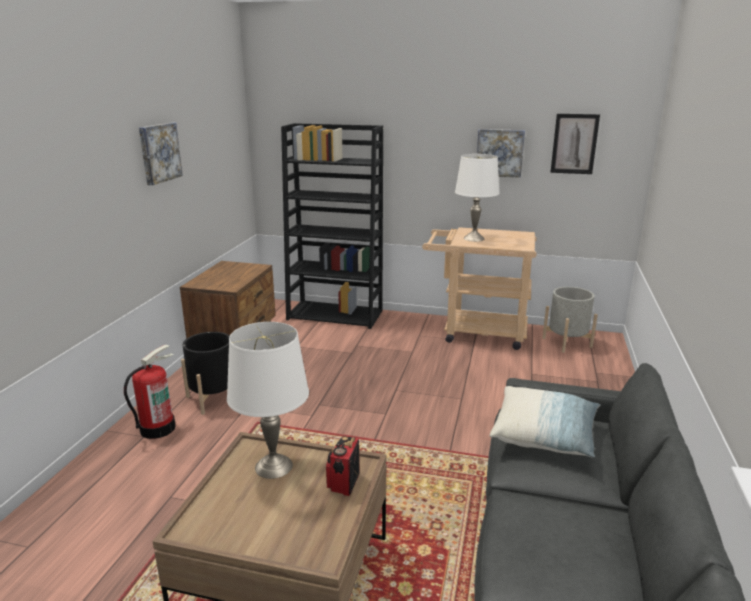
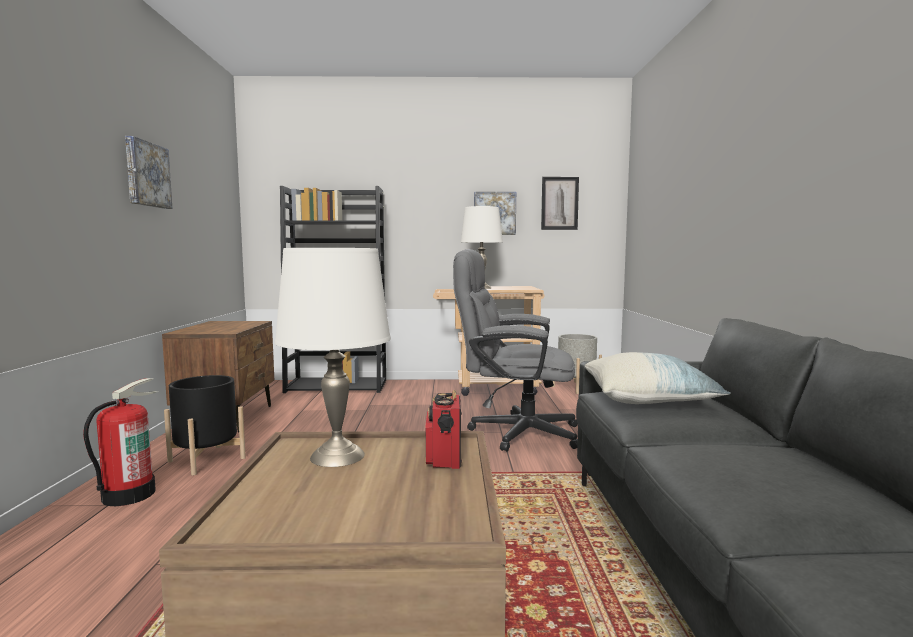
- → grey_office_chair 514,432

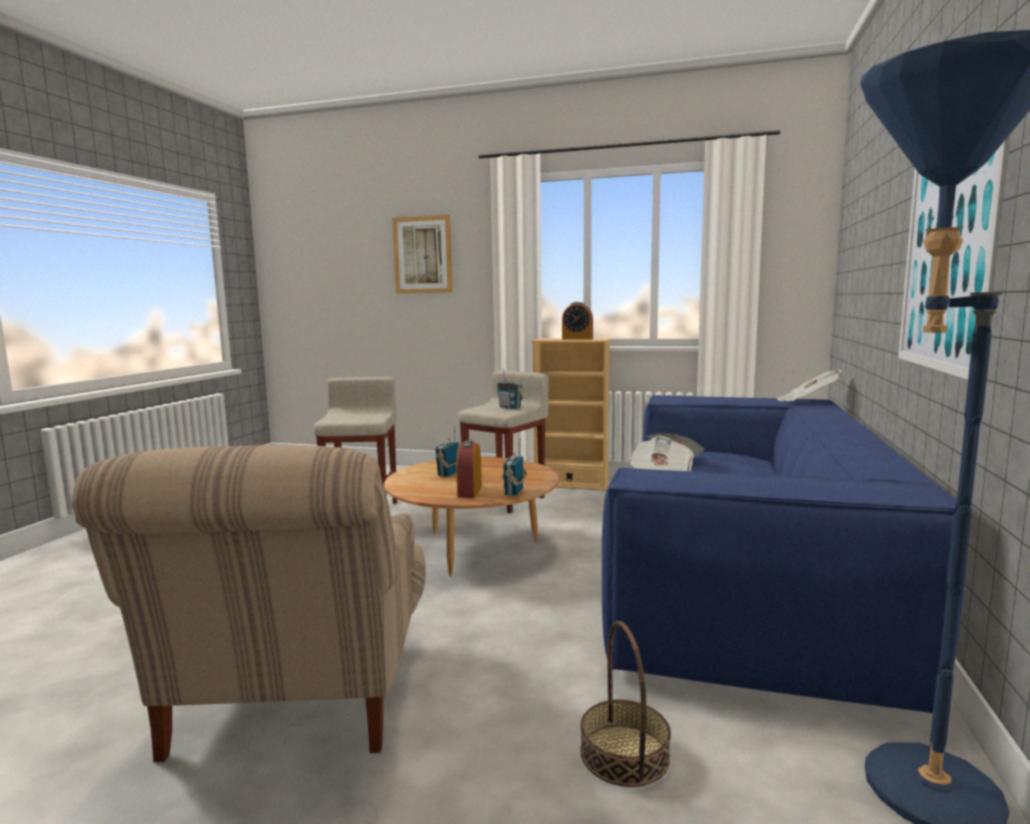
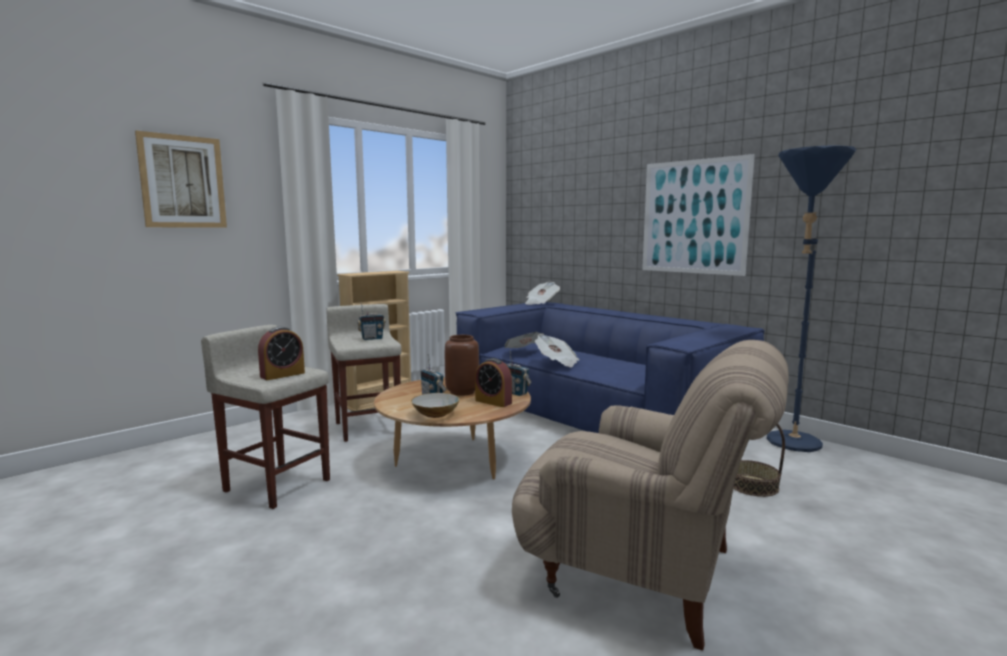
alarm_clock 577,339 → alarm_clock 282,375, moved
- → brown_vase 461,392
- → bowl 435,414

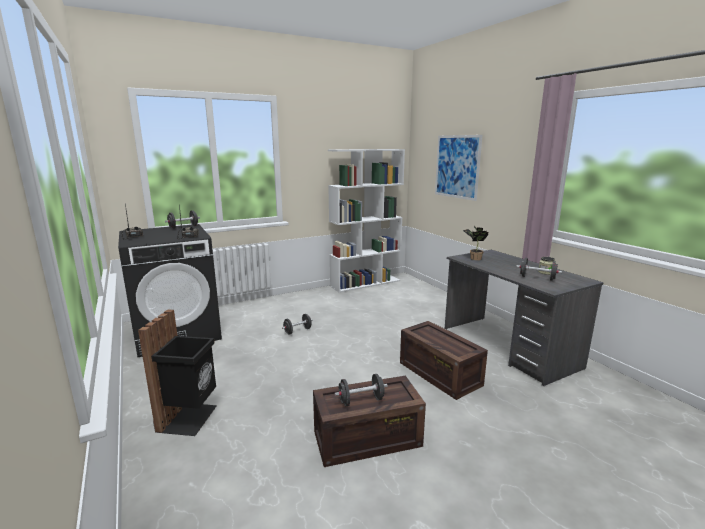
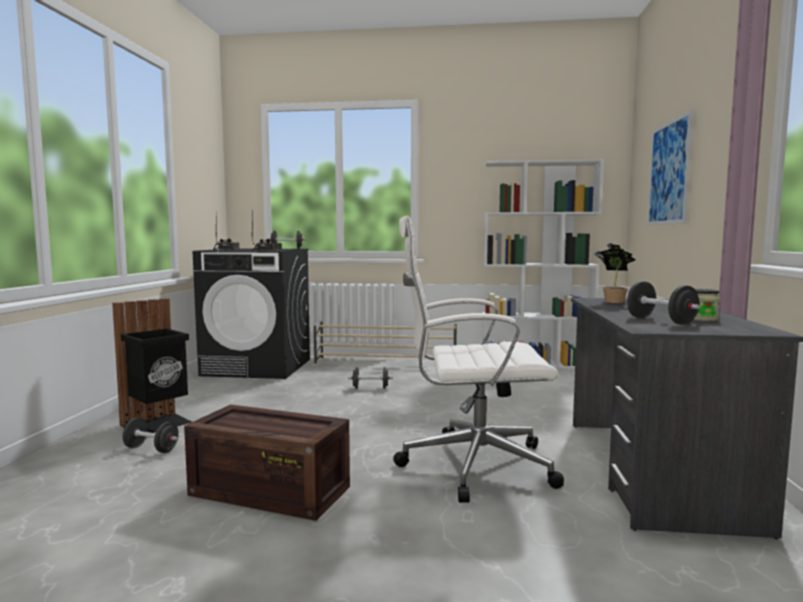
crate 438,373 → white_office_chair 472,465
black_dumbbell 361,400 → black_dumbbell 151,449, moved
- → beige_shoe_rack 386,364

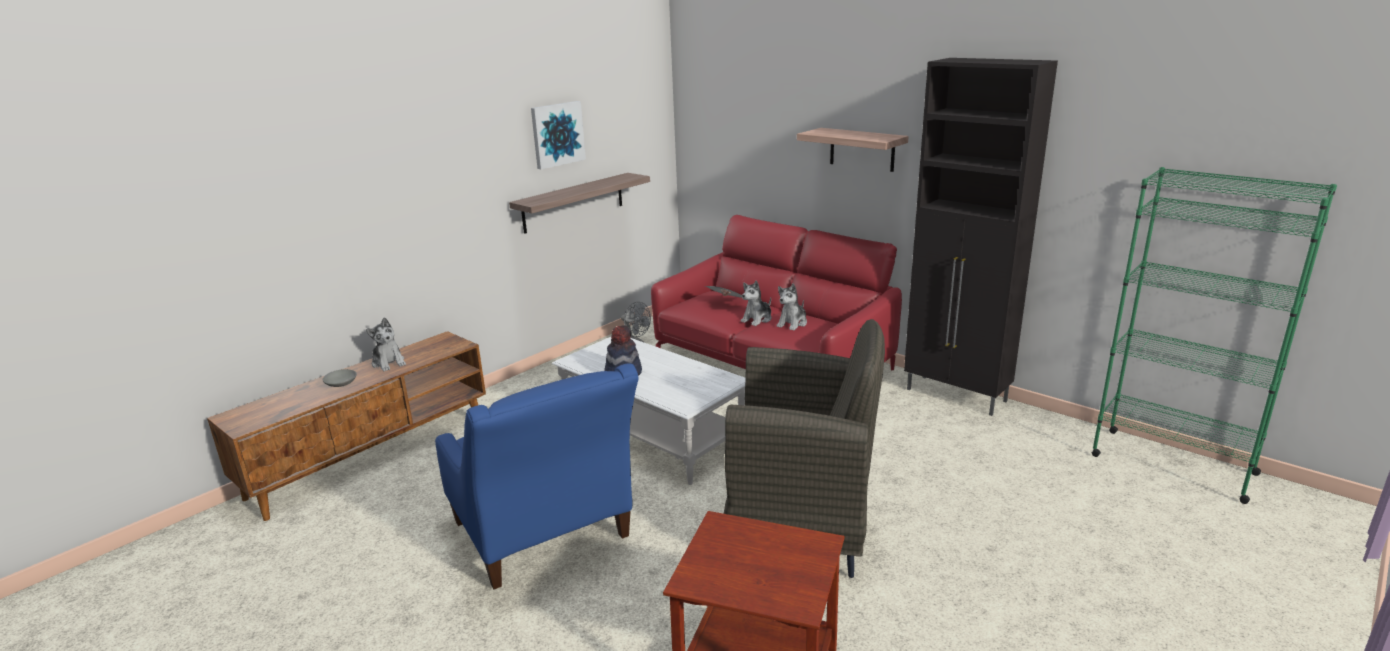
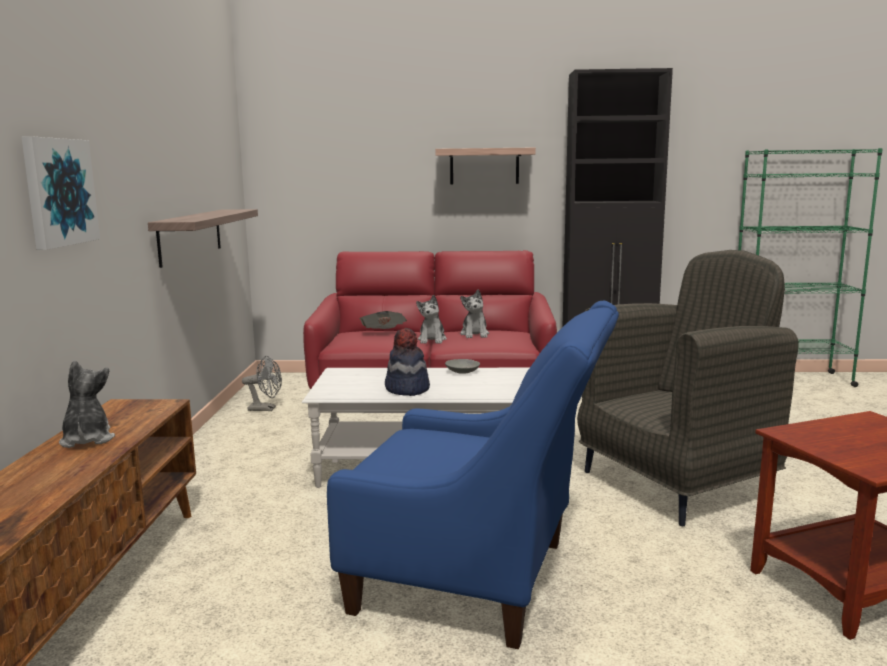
picture 557,134 → picture 59,192, moved
plush_toy 389,363 → plush_toy 87,439, 120 degrees counterclockwise
grey_bowl 341,383 → grey_bowl 463,371, moved

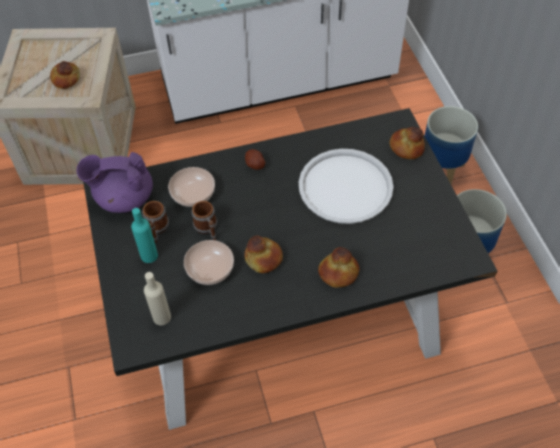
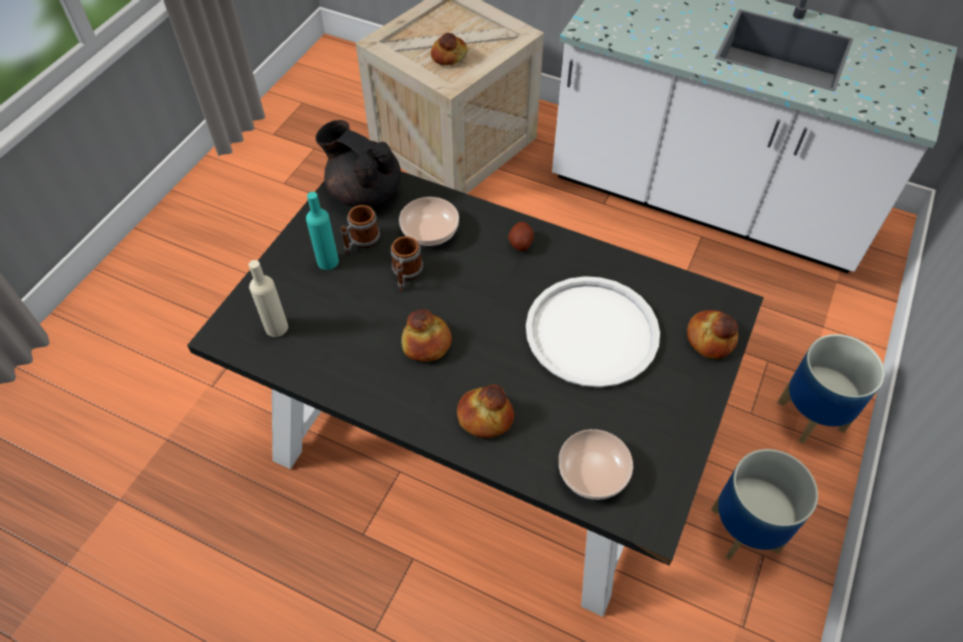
purple_teapot 123,198 → black_teapot 364,191
bowl 209,268 → bowl 593,471, moved

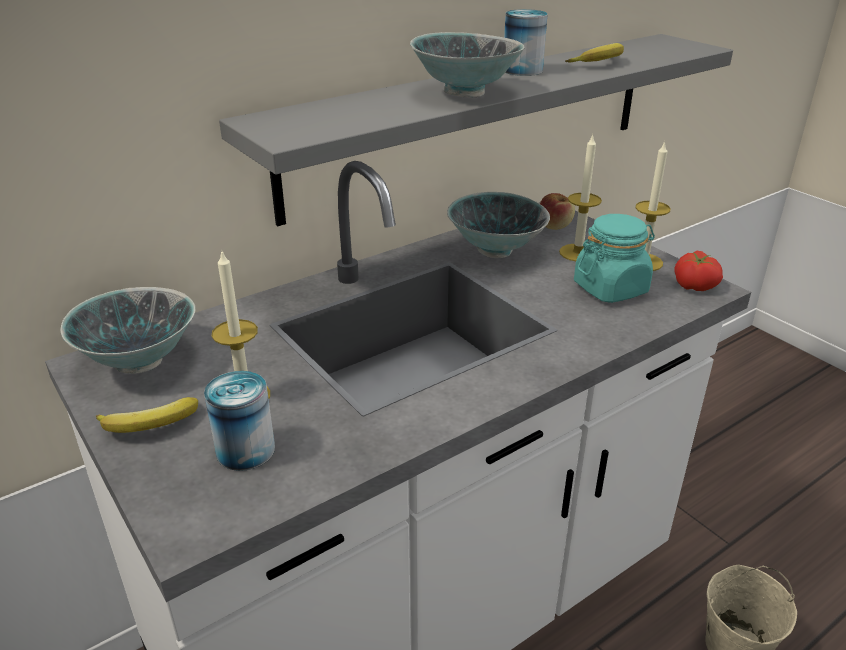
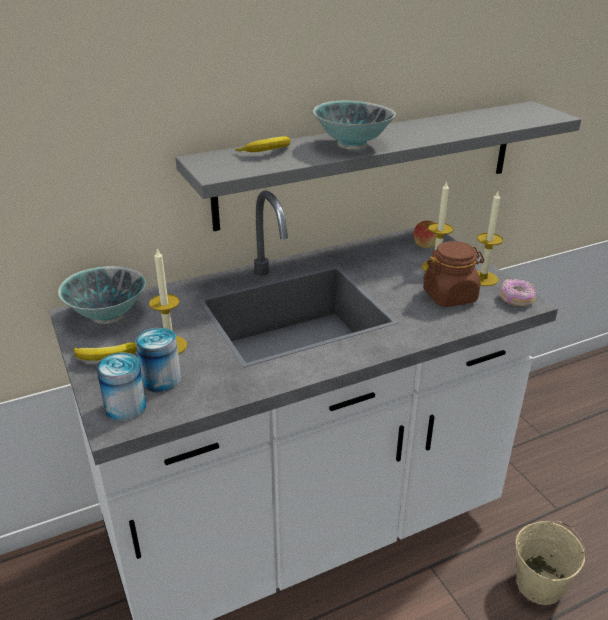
can 522,70 → can 126,407, moved
banana 600,63 → banana 267,152, moved
bowl 495,251 → -
turquoise_jar 610,288 → brown_jar 450,296
tomato 695,285 → donut 516,299

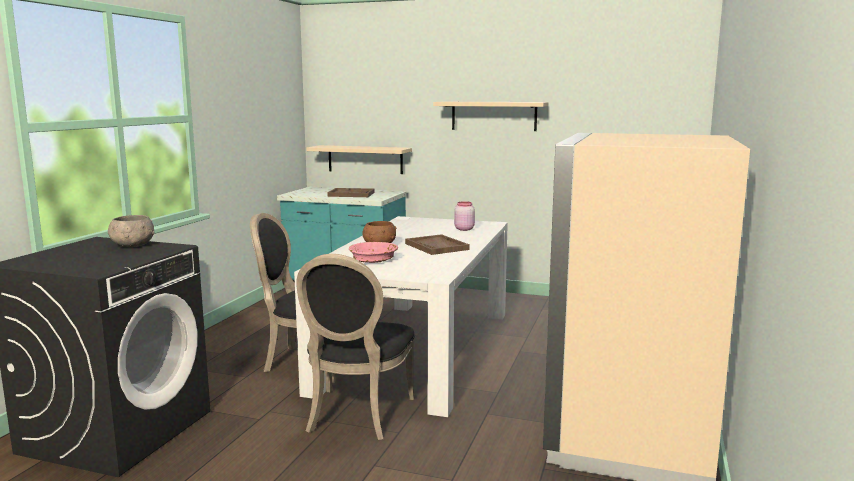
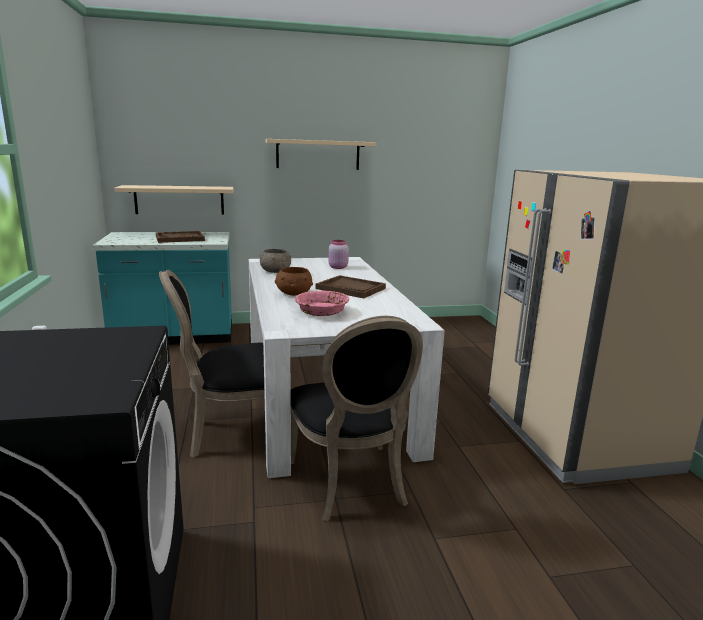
grey_bowl 132,245 → grey_bowl 275,271, moved

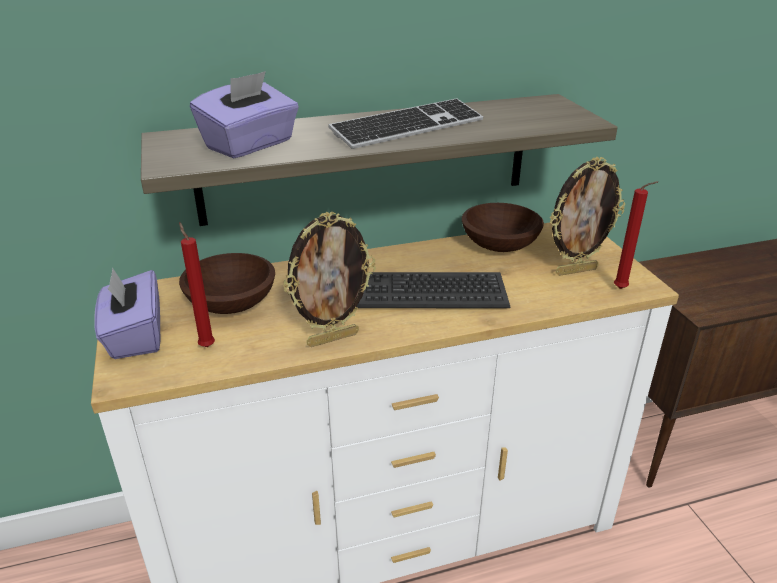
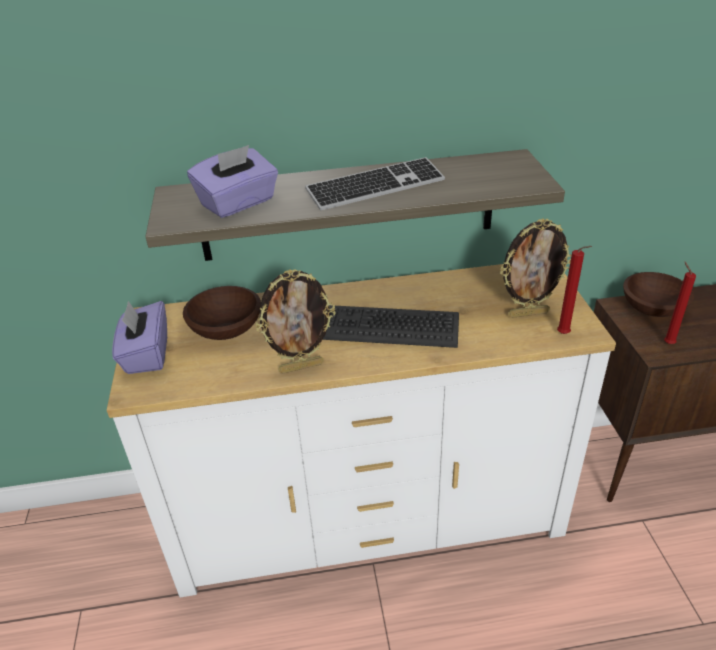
brown_bowl 499,244 → brown_bowl 652,308, moved
red_candle 206,345 → red_candle 667,343, moved

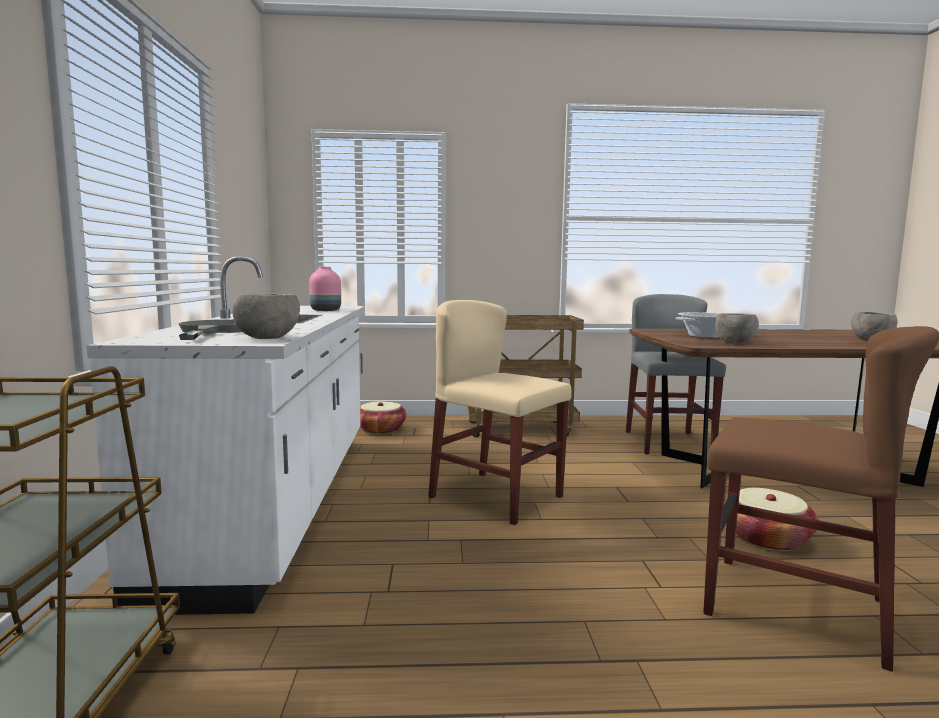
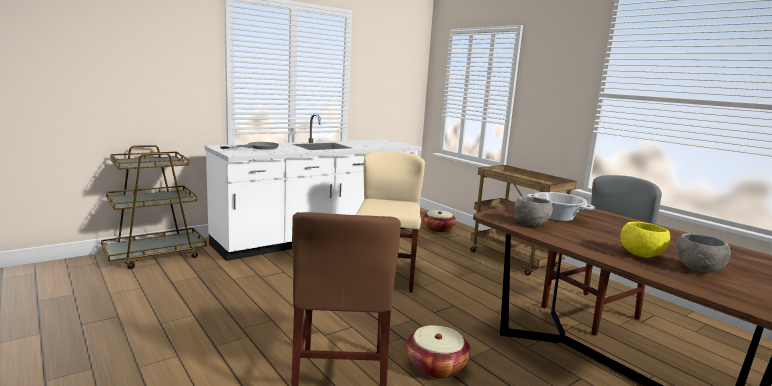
pink_vase 326,310 → -
grey_bowl 266,338 → -
- → yellow_bowl 640,254

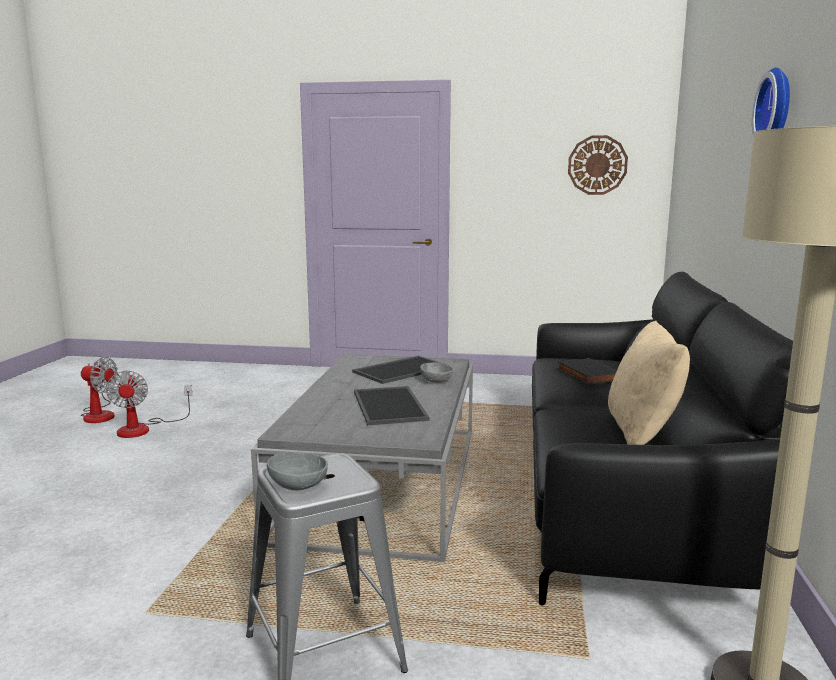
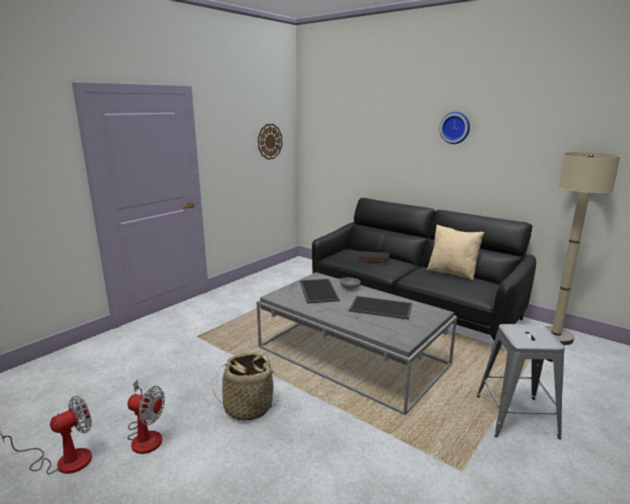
grey_bowl 298,485 → -
- → basket 248,407

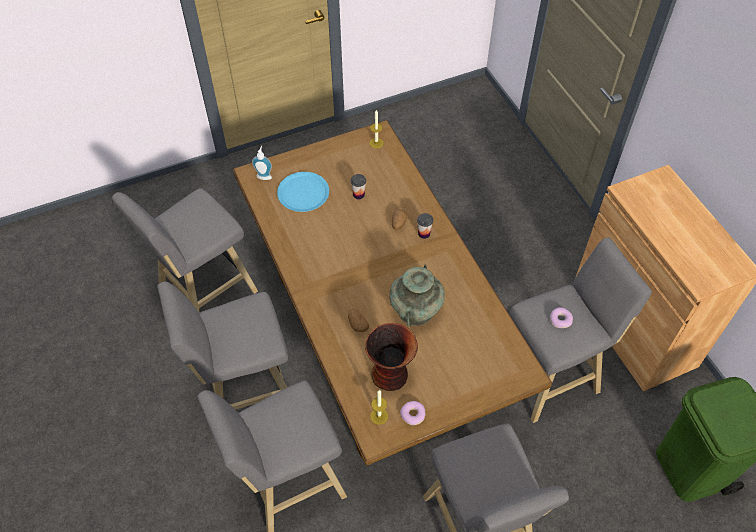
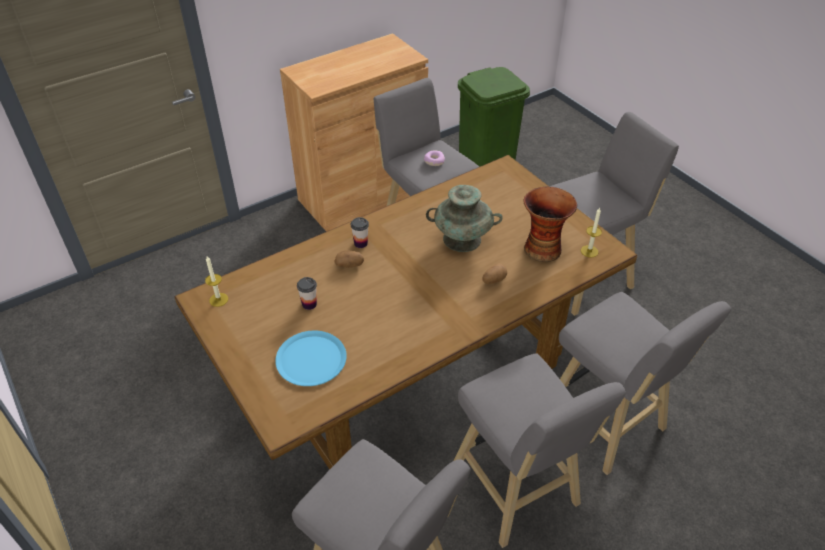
soap_dispenser 264,175 → -
donut 413,415 → -

